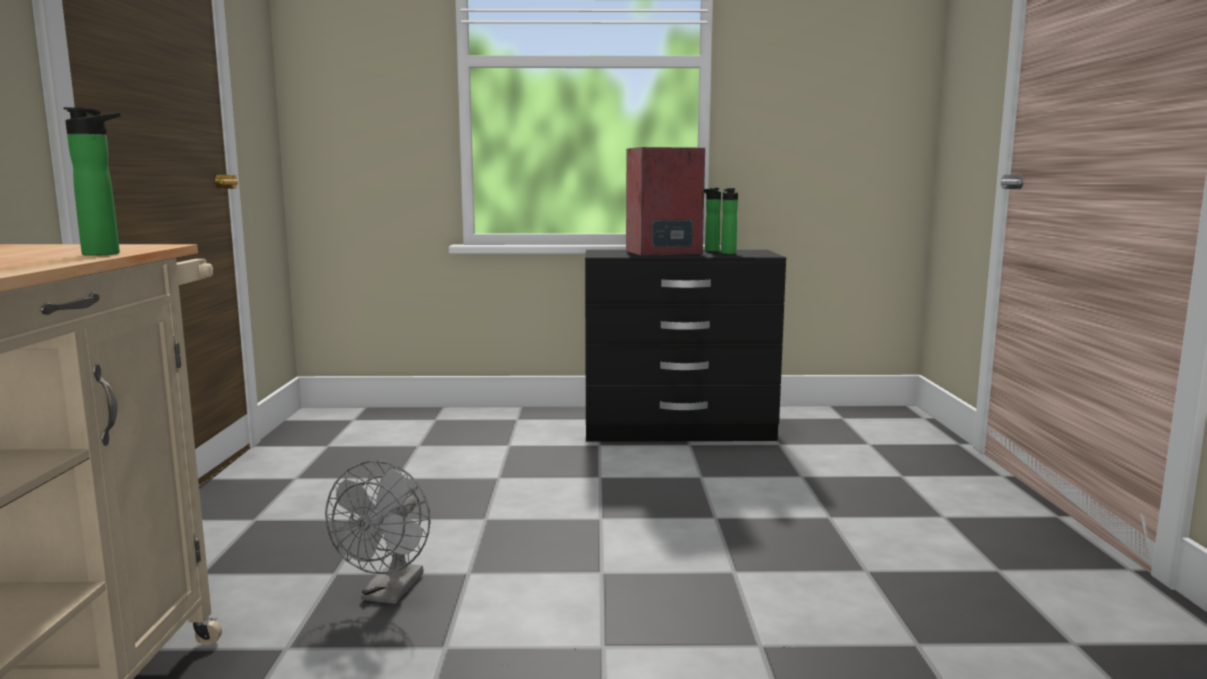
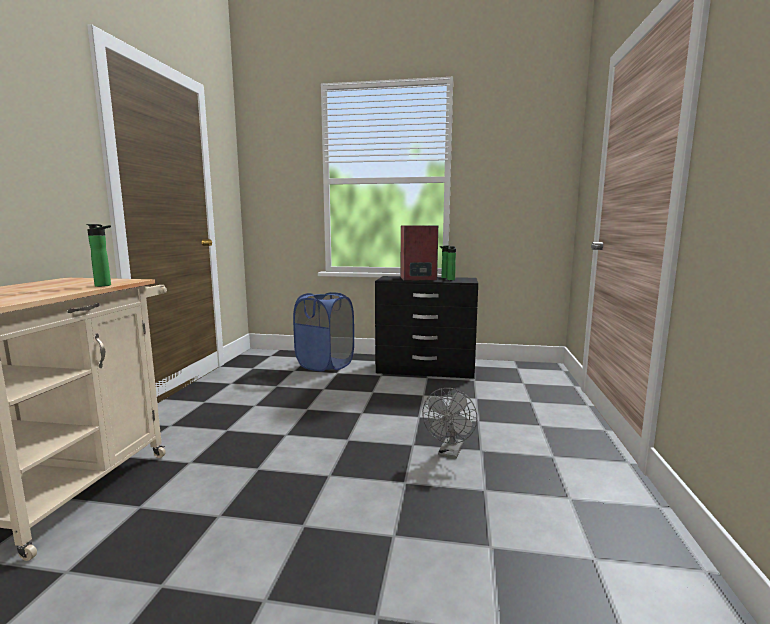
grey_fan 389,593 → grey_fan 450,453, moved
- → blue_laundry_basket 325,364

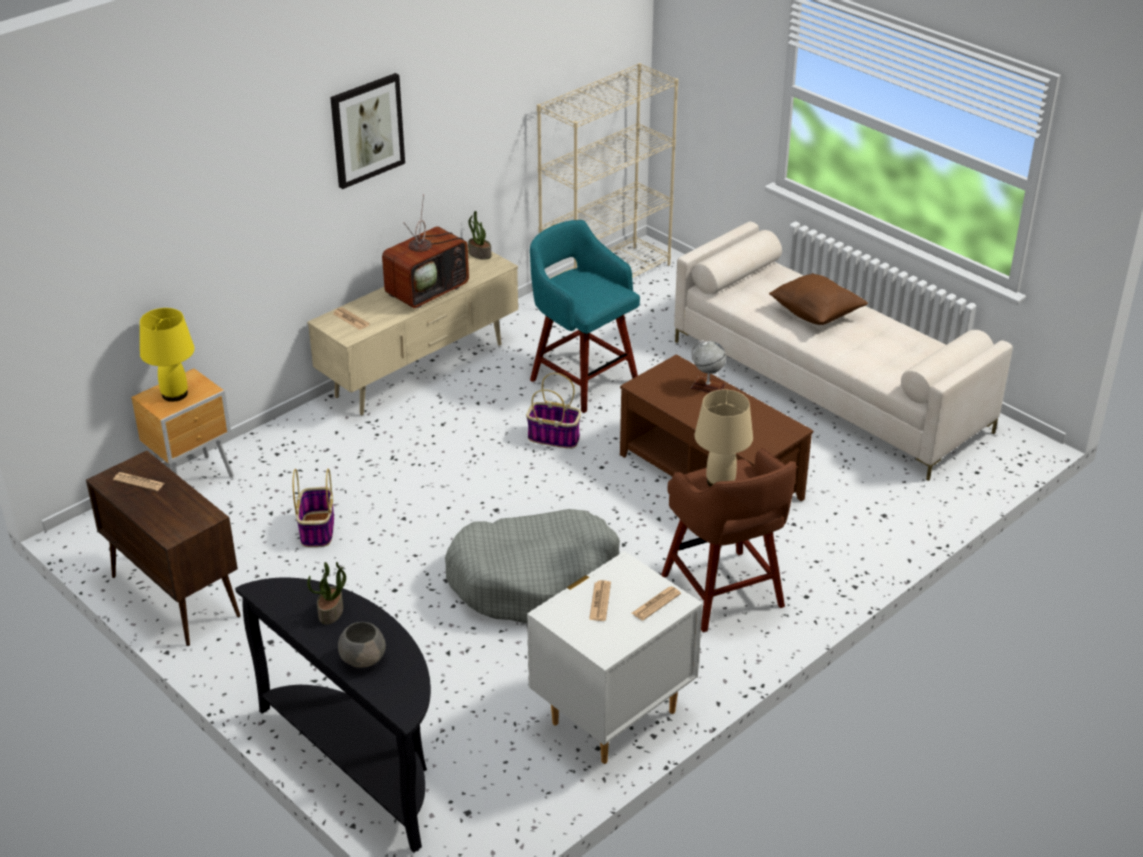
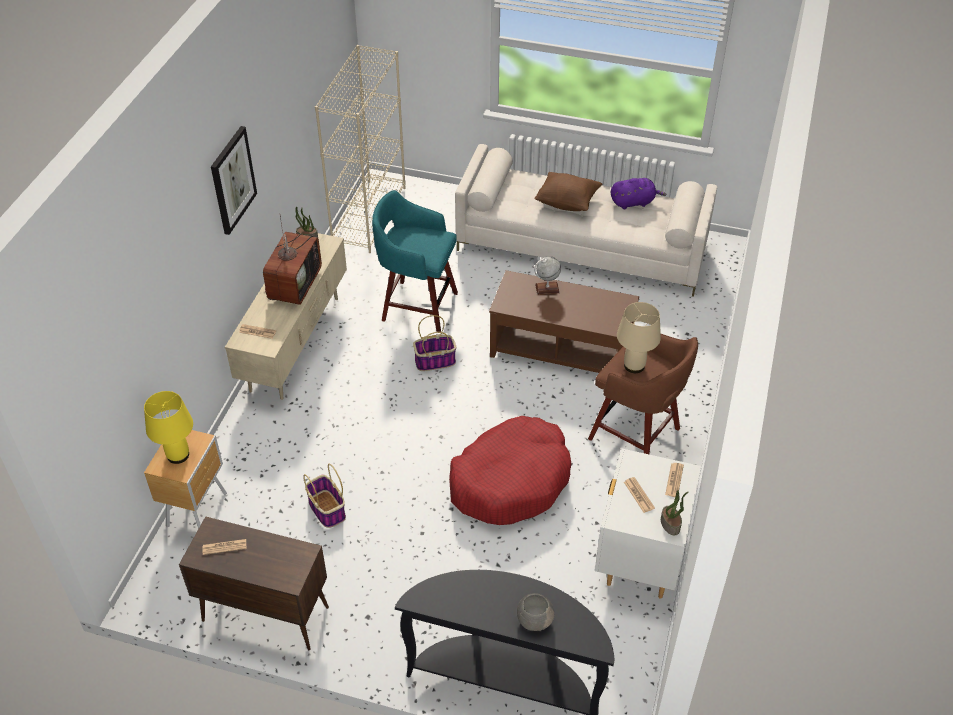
grey_dog_bed 535,580 → red_dog_bed 510,480
potted_plant 331,612 → potted_plant 670,524, moved
- → purple_plush_toy 634,202

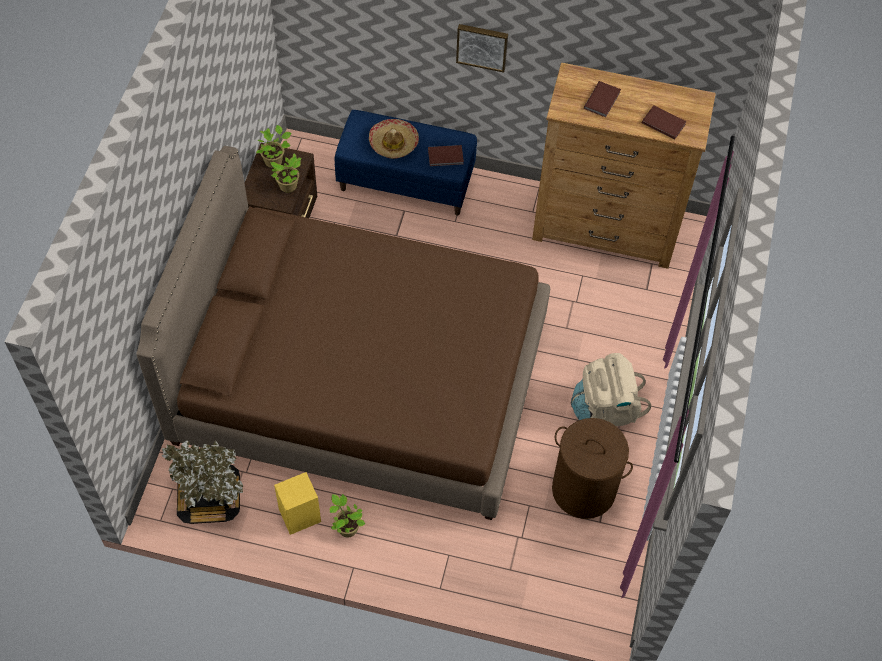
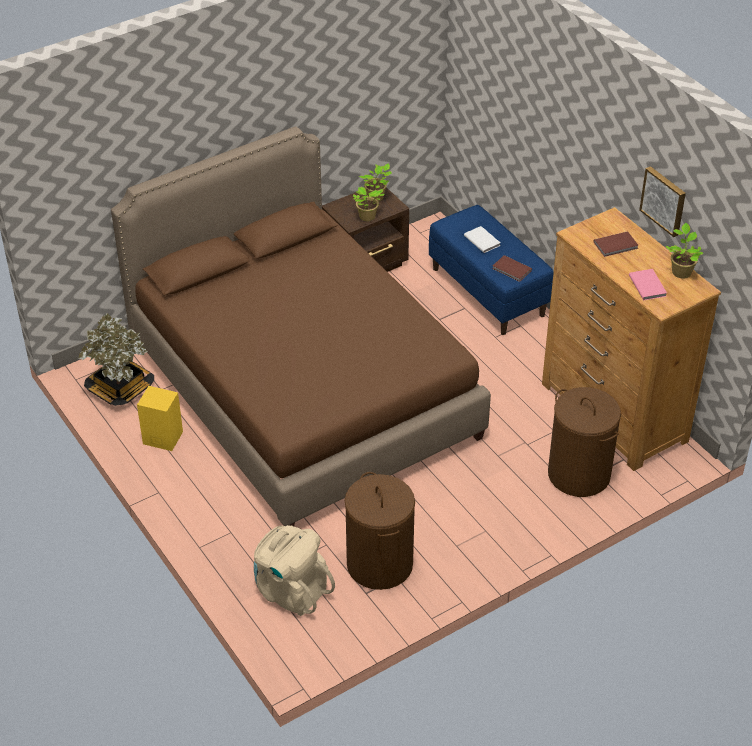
picture 482,46 → picture 664,200, moved
brown_book 663,123 → pink_book 648,285
hat 393,143 → white_book 482,240
beige_backpack 605,409 → beige_backpack 291,590, moved
potted_plant 346,527 → potted_plant 681,271, moved
- → brown_laundry_basket 578,474

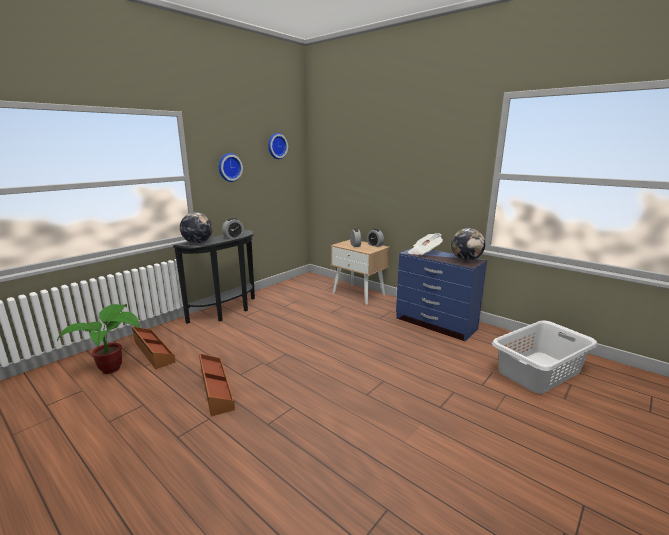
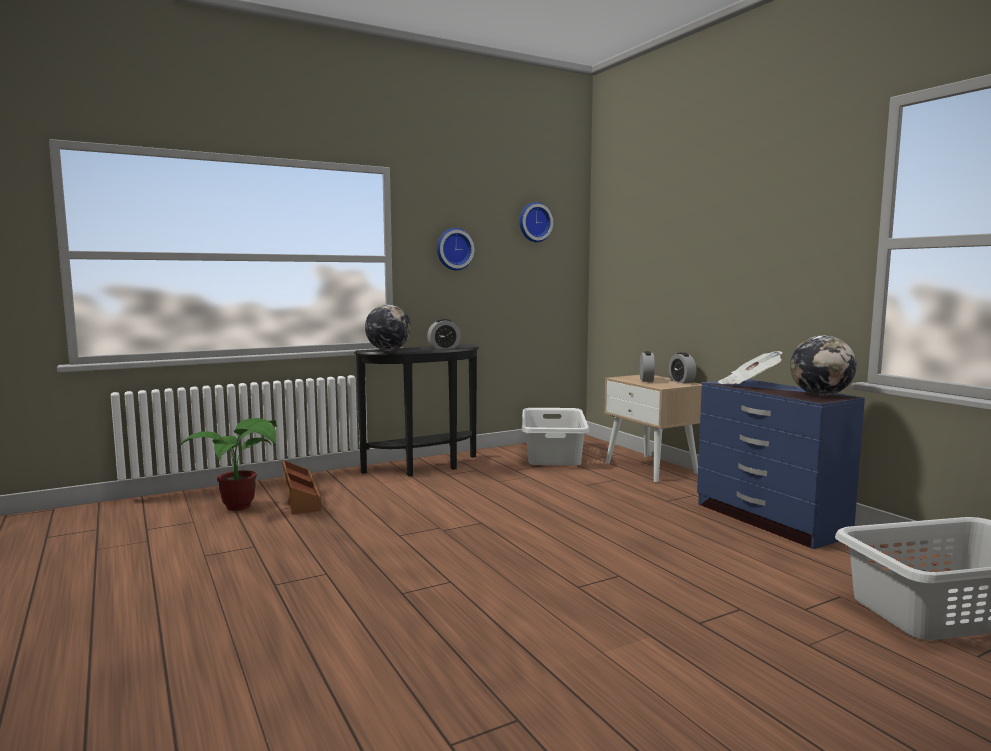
brown_storage_box 215,388 → -
- → grey_laundry_basket 554,454

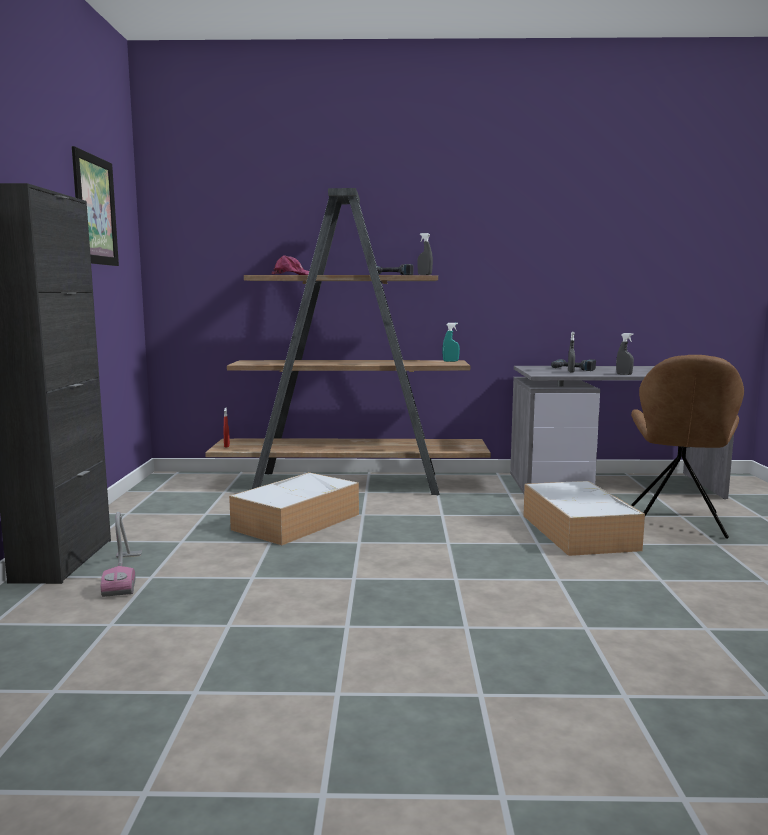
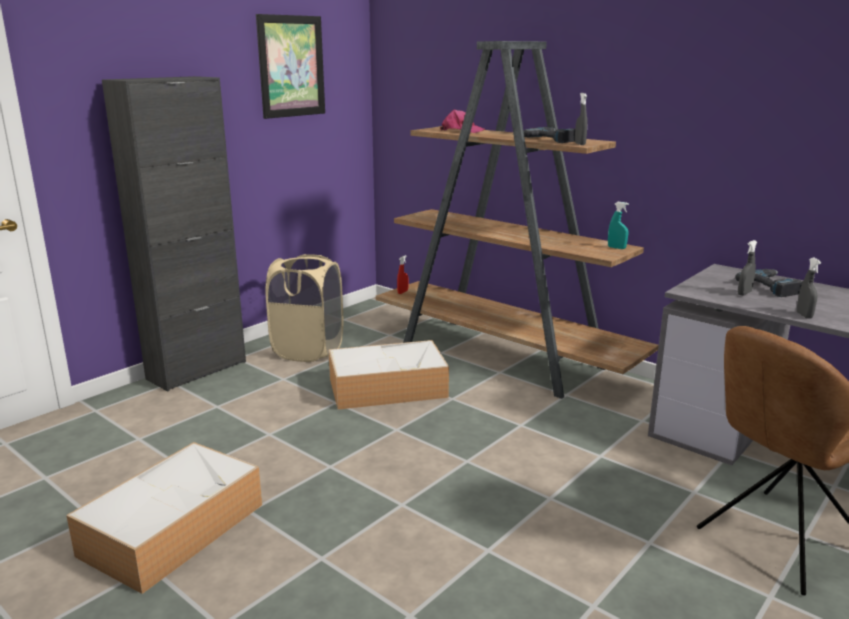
storage_box 577,531 → storage_box 175,528, moved
vacuum_cleaner 123,574 → -
- → beige_laundry_basket 308,351

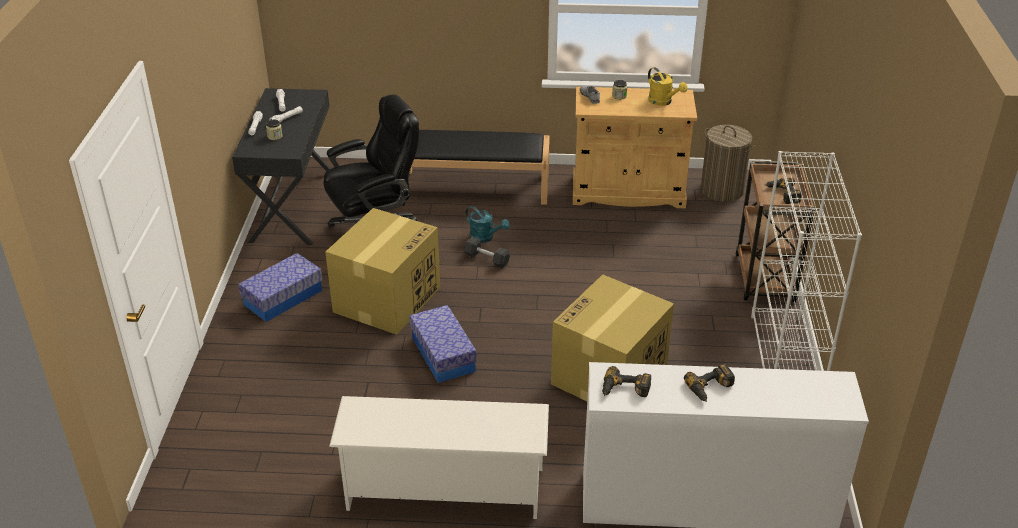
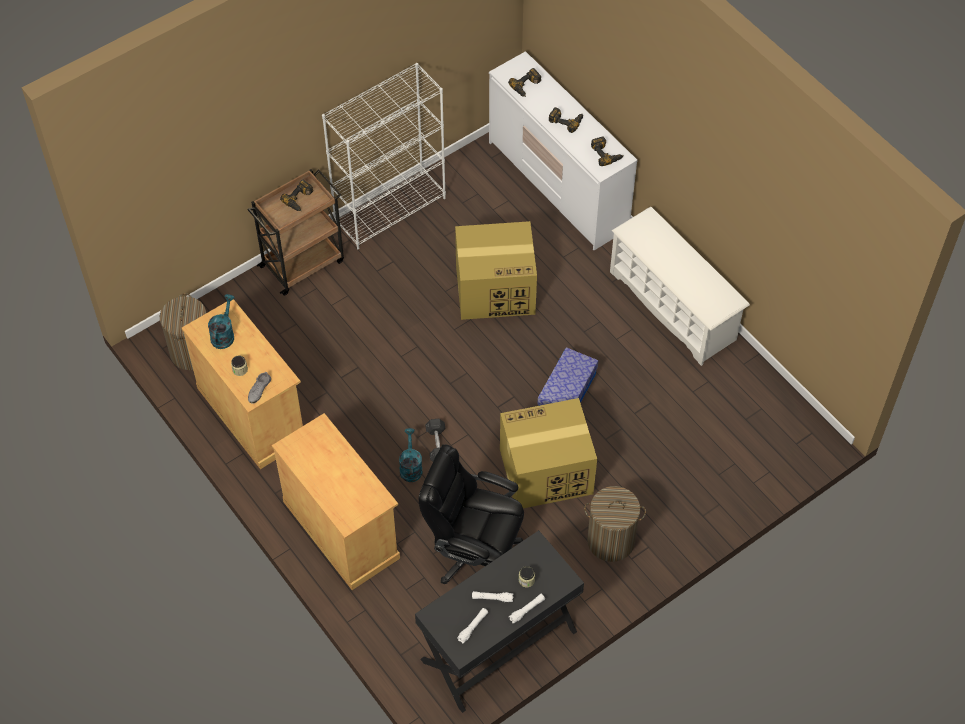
yellow_watering_can 663,102 → turquoise_watering_can 224,334
black_bench 476,186 → beige_cabinet 341,529
storage_box 283,297 → laundry_basket 610,541
- → power_drill 527,86

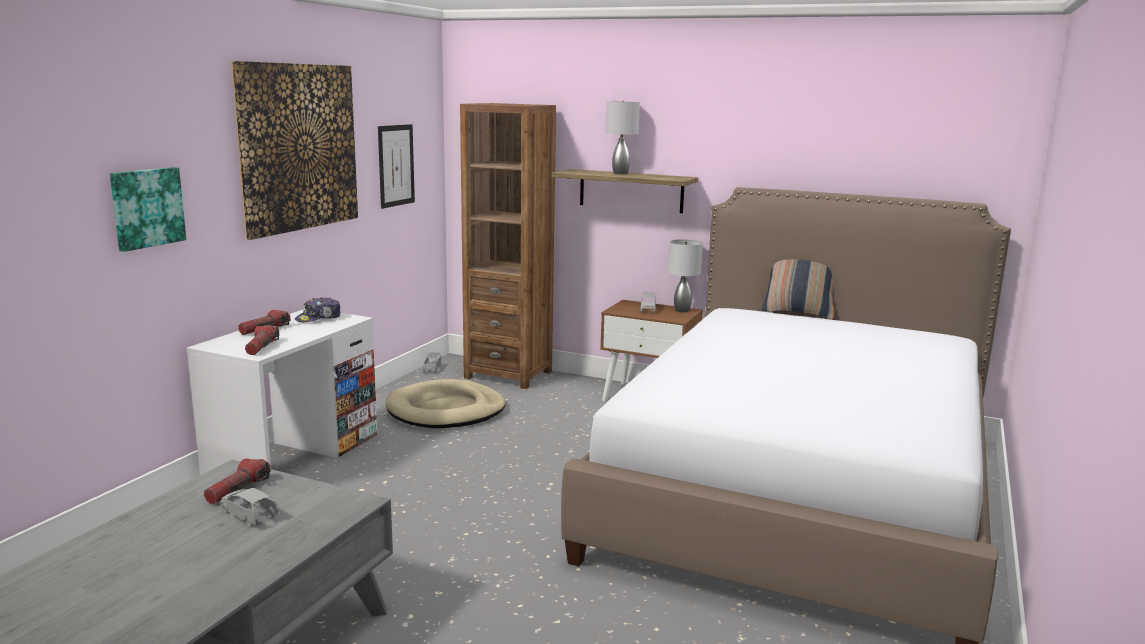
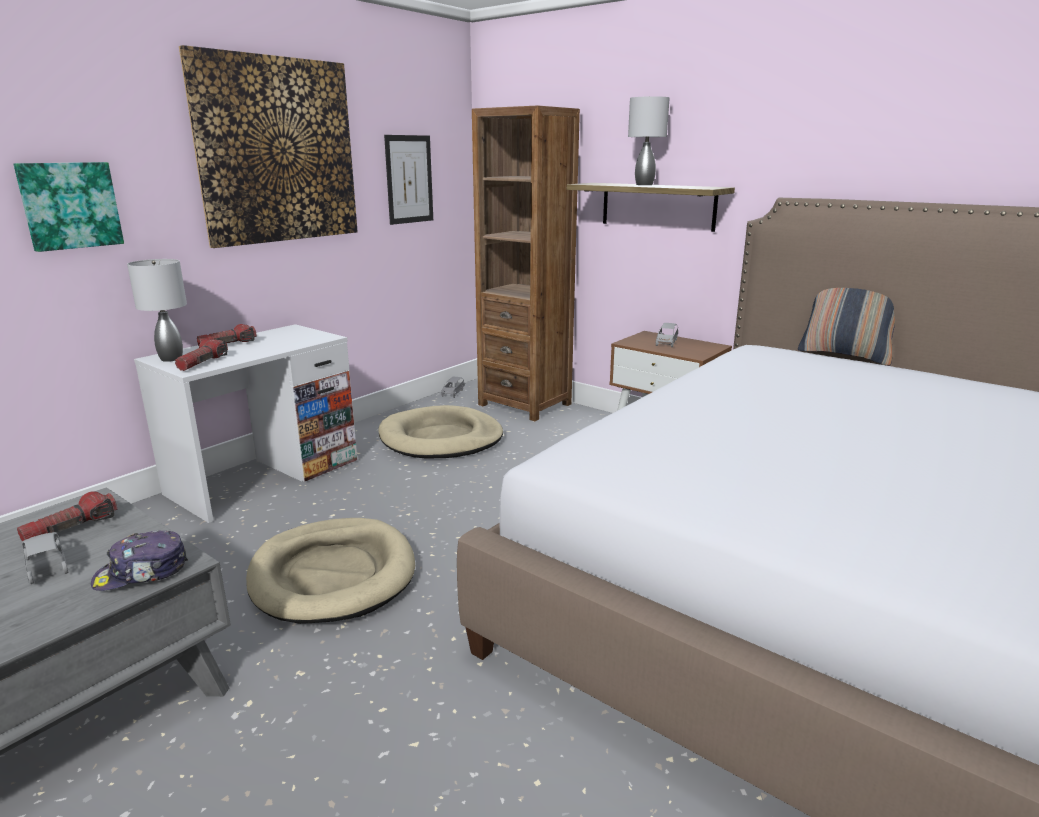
grey_table_lamp 682,310 → grey_table_lamp 171,359, moved
cap 319,318 → cap 142,573, moved
- → beige_dog_bed 333,575

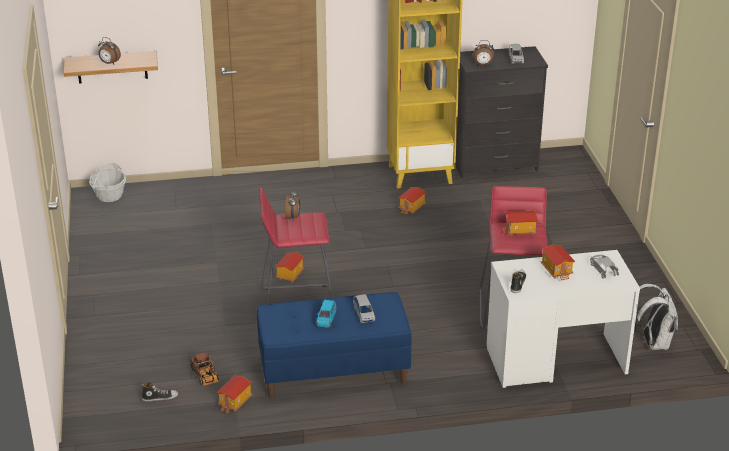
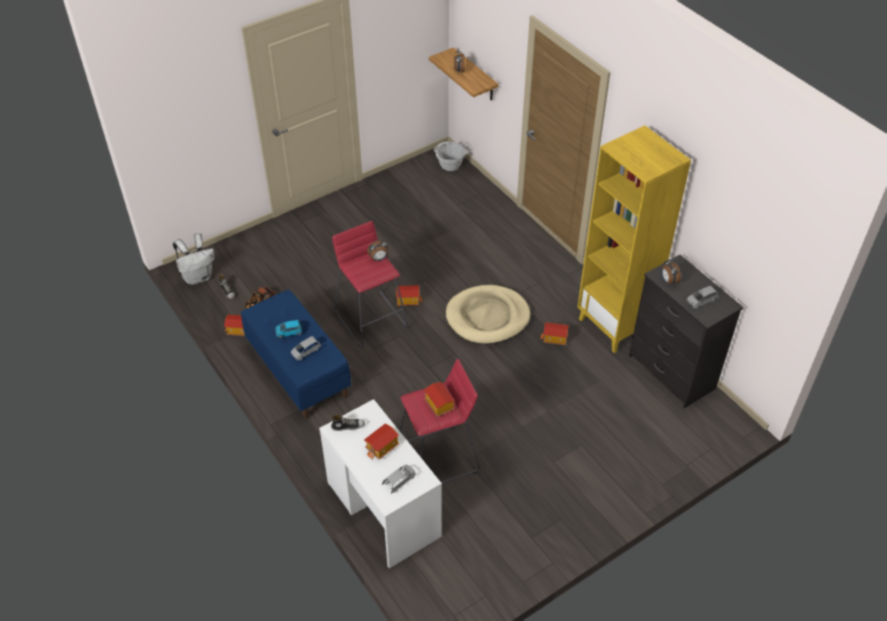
white_backpack 653,342 → white_backpack 198,277, moved
- → beige_dog_bed 487,317

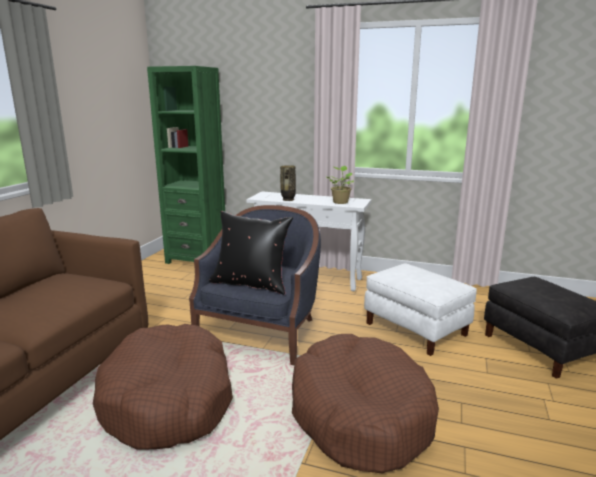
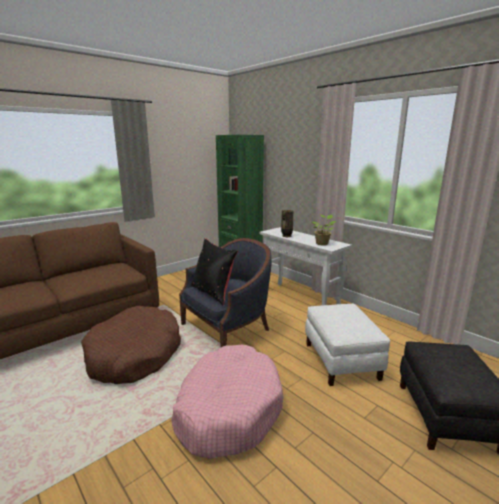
brown_dog_bed 359,414 → pink_dog_bed 228,408

